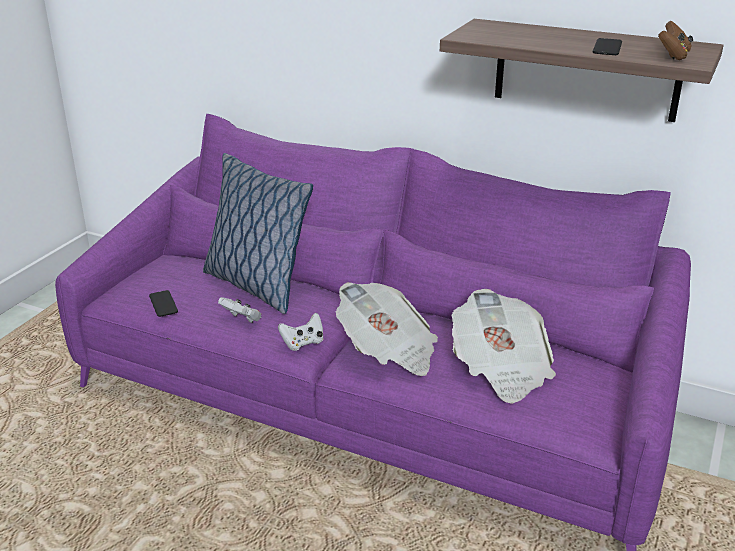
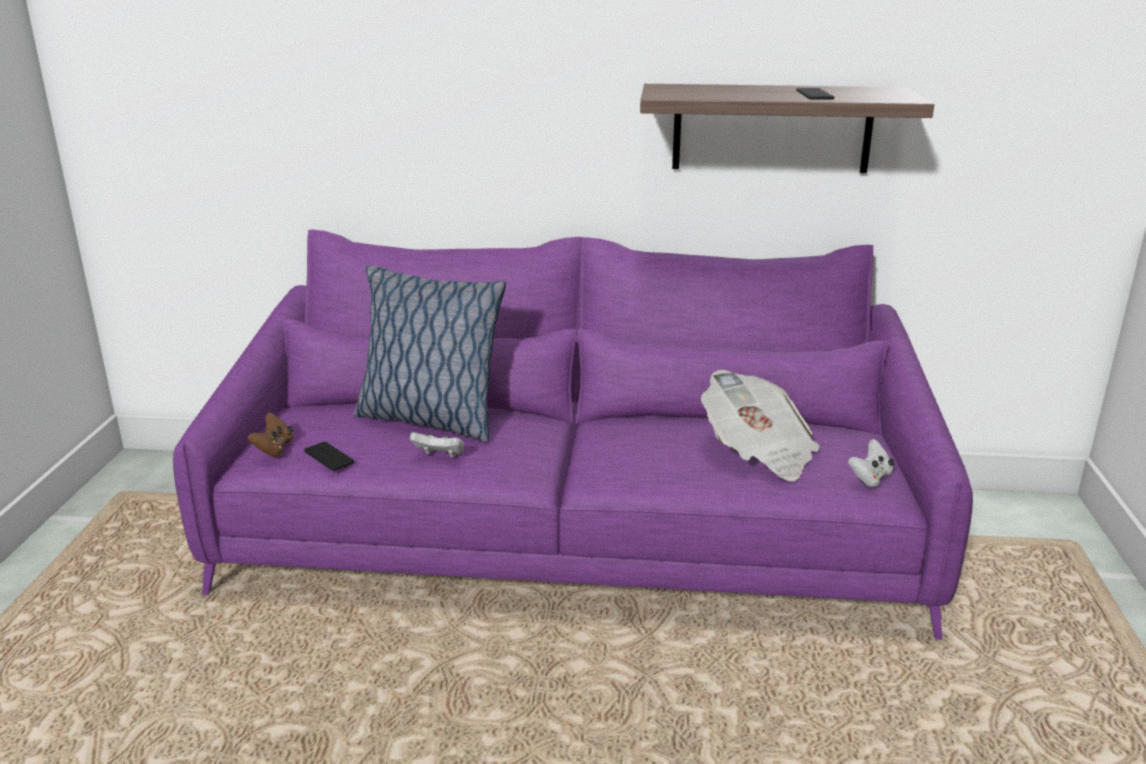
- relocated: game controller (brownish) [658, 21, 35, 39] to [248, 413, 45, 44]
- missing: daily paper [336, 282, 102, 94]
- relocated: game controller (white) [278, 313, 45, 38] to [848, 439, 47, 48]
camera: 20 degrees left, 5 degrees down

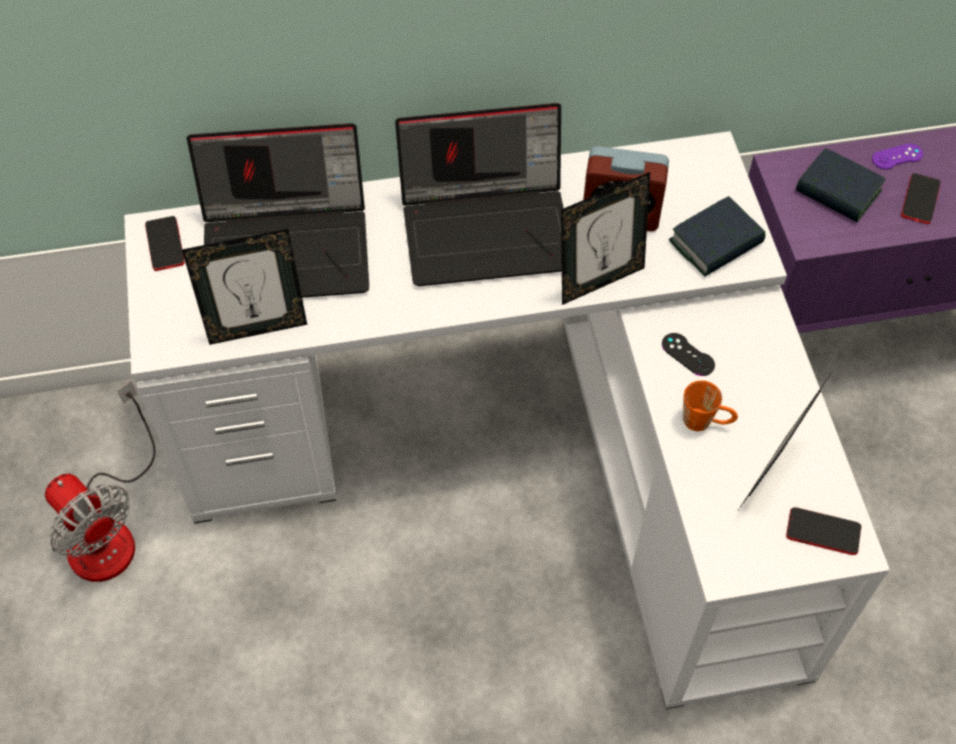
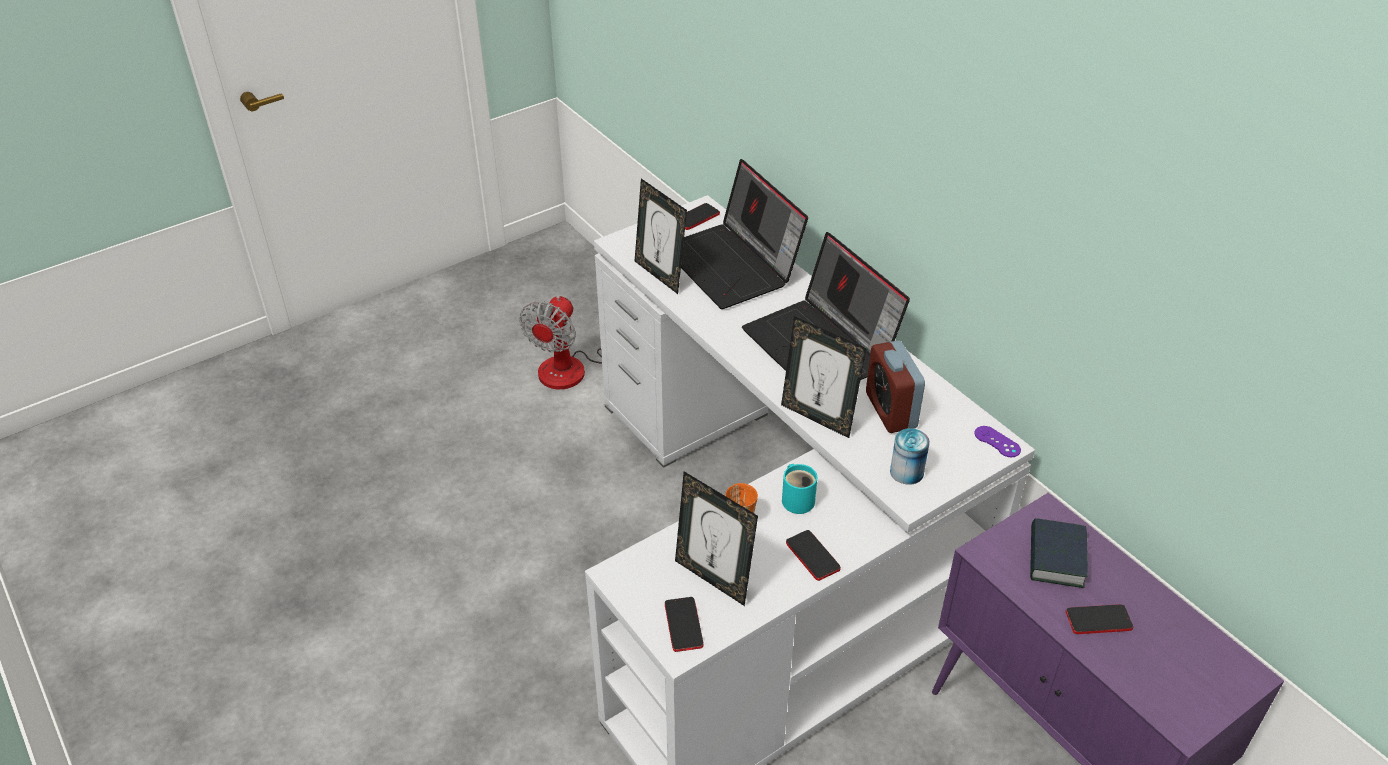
- relocated: game controller (purple) [872, 144, 51, 25] to [975, 426, 46, 31]
- exchanged: volume [669, 196, 96, 81] to metal can [890, 428, 40, 57]
- exchanged: game controller (black) [662, 333, 53, 43] to mug (turquoise-coloured) [782, 464, 35, 50]
- spun: picture frame [737, 374, 94, 138] = [675, 471, 83, 135] 150 degrees counterclockwise
- appeared: phone [786, 530, 55, 51]
camera: 65 degrees right, 15 degrees down

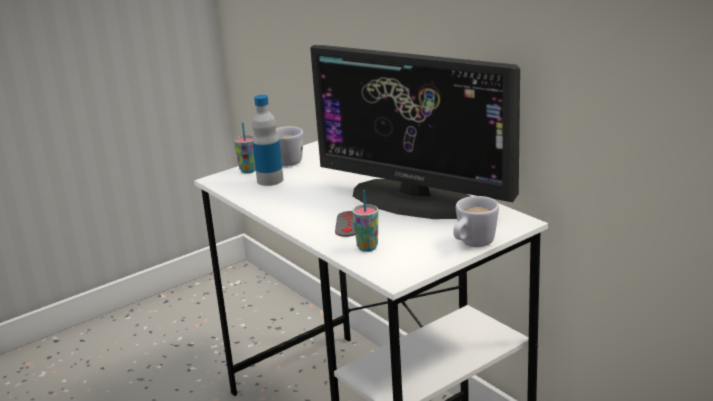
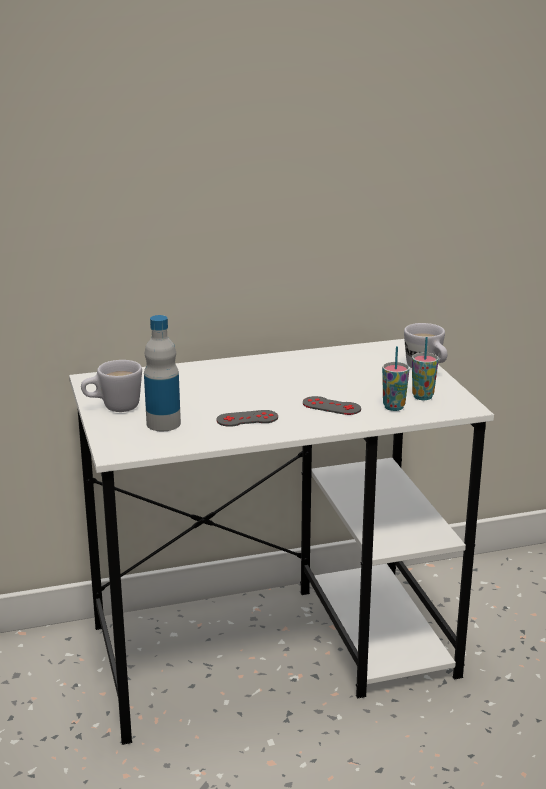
- missing: computer screen [310, 45, 210, 174]
- relocated: drinking cup [234, 123, 22, 51] to [412, 337, 27, 63]
- appeared: game controller (grey) [216, 410, 62, 17]
camera: 70 degrees left, 0 degrees up

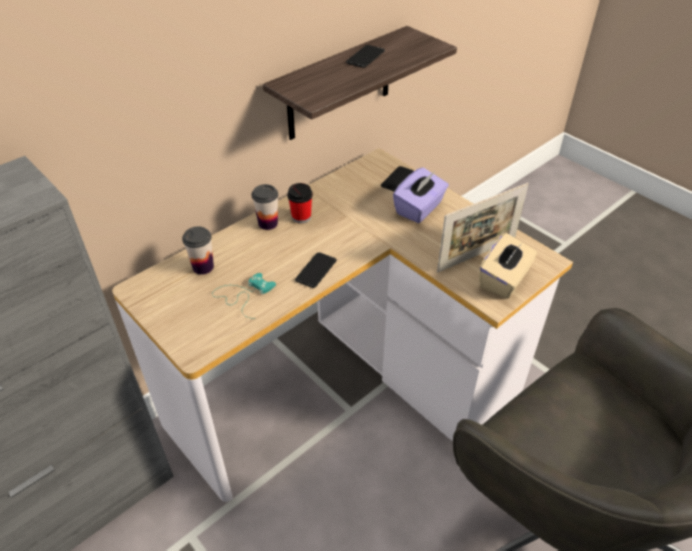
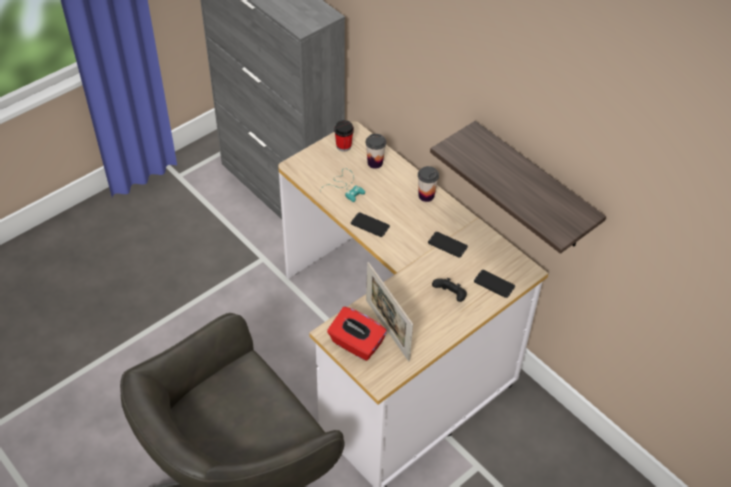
- relocated: phone [346, 45, 39, 23] to [428, 232, 40, 26]
- exchanged: tissue box (purple) [393, 167, 56, 56] to game controller (black) [432, 278, 35, 24]
- relocated: drinking cup [287, 183, 26, 41] to [334, 120, 20, 32]
- colour: tissue box (sand-coloured) [479, 233, 58, 65] to tissue box (red) [327, 307, 60, 54]
camera: 90 degrees right, 5 degrees up

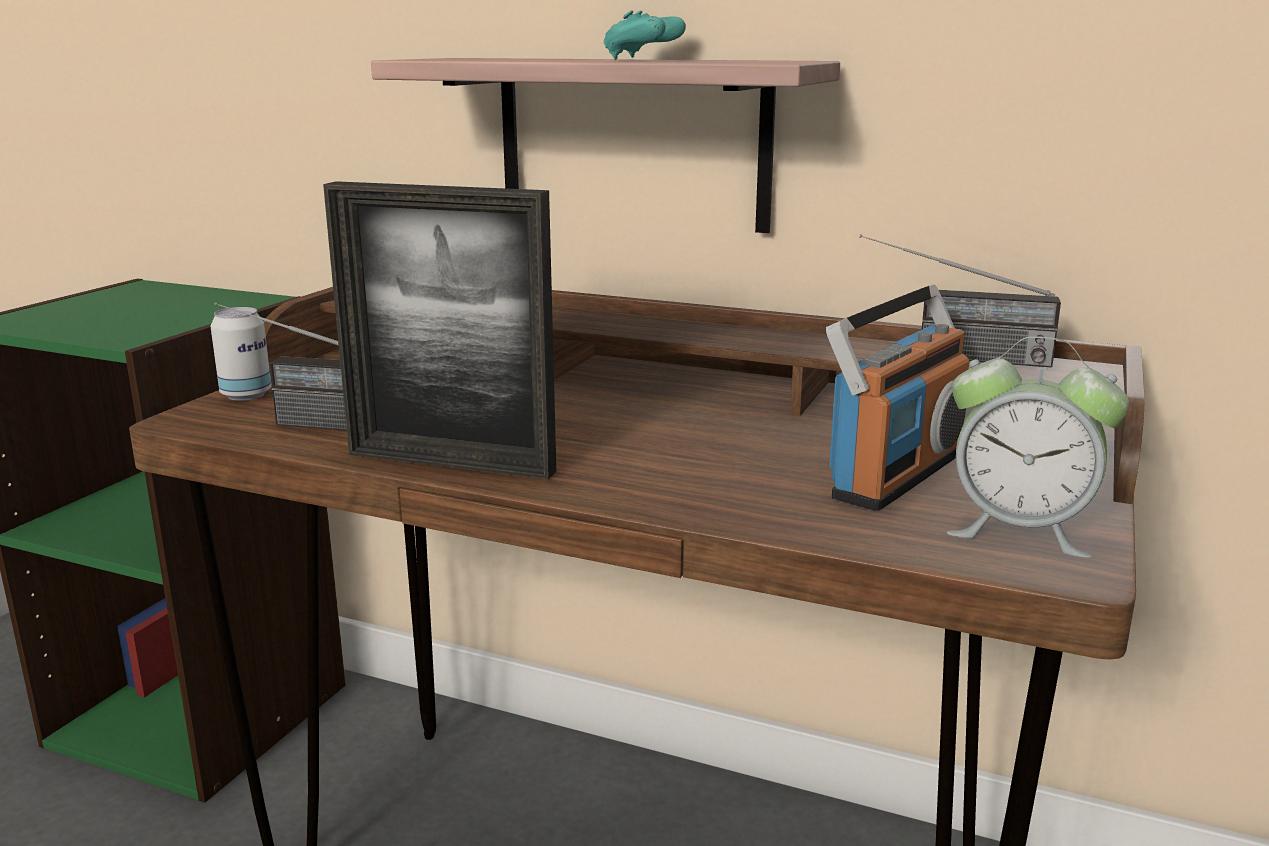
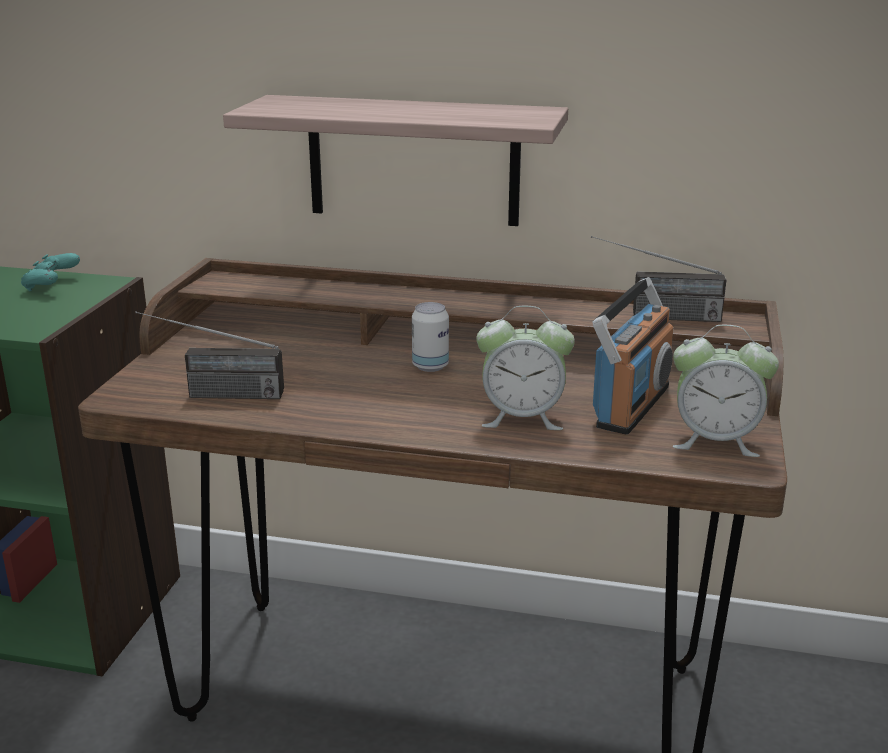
- relocated: game controller (turquoise-coloured) [603, 10, 83, 50] to [21, 253, 59, 38]
- missing: picture frame [323, 181, 233, 298]
- relocated: metal can [211, 307, 60, 94] to [412, 302, 37, 70]
- appeared: bedside clock [476, 306, 99, 124]
camera: 10 degrees left, 5 degrees up

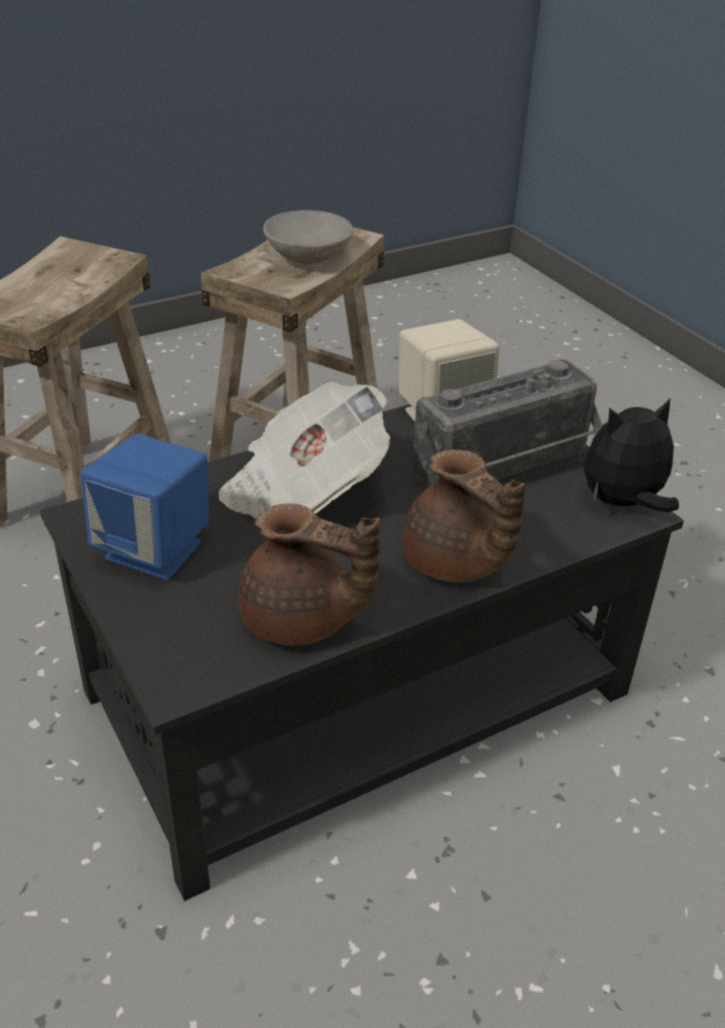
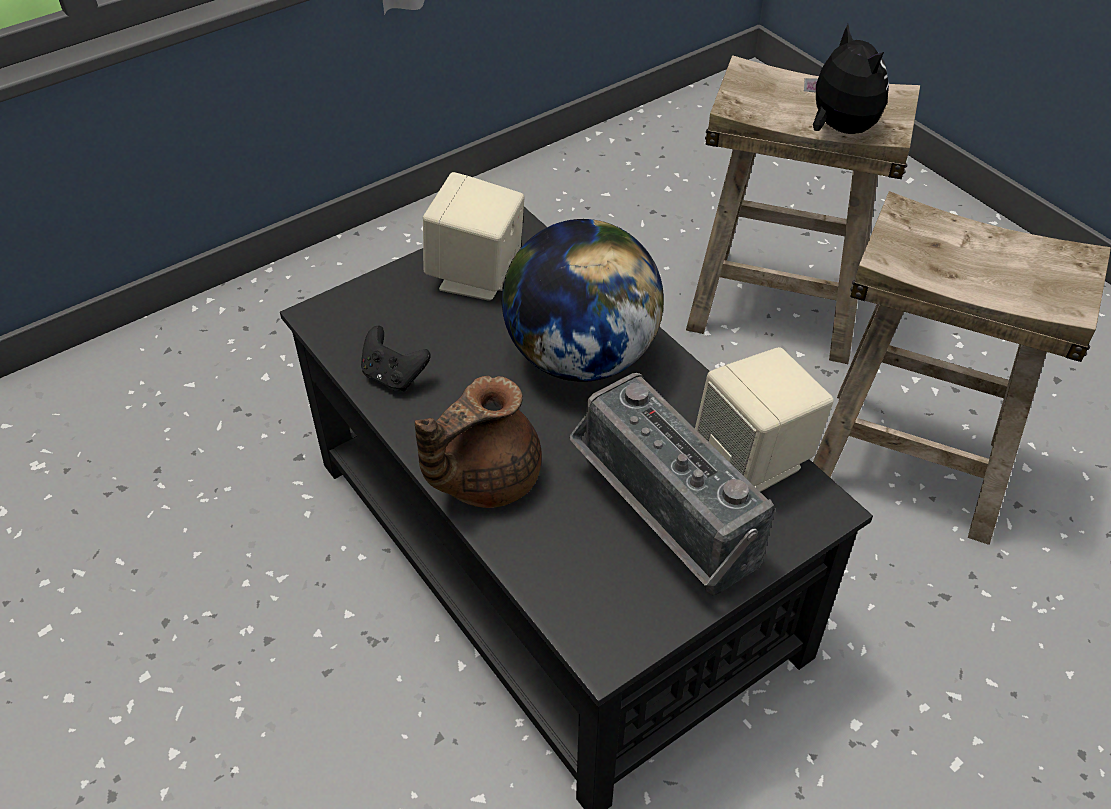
- missing: serving bowl (grey) [263, 210, 90, 54]
- exchanged: daily paper [219, 382, 171, 137] to world globe [502, 219, 162, 163]
- relocated: soft toy [584, 397, 95, 115] to [804, 24, 85, 110]
- colour: loudspeaker (blue-coloured) [81, 434, 128, 146] to loudspeaker (sand-coloured) [423, 172, 102, 129]
- exchanged: pot for tea (brownish) [238, 503, 142, 143] to game controller (black) [361, 326, 69, 65]
camera: 85 degrees right, 10 degrees up

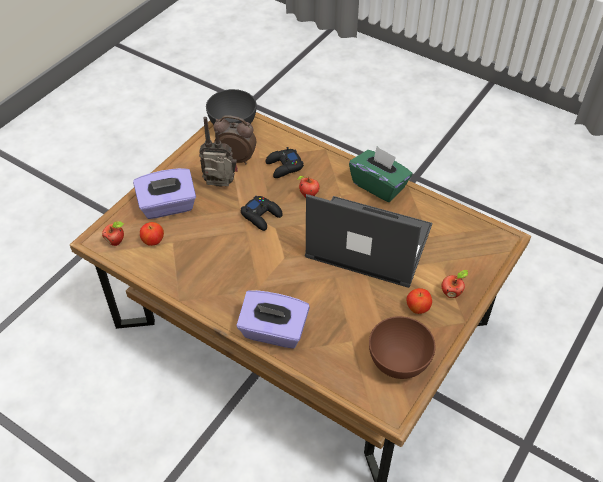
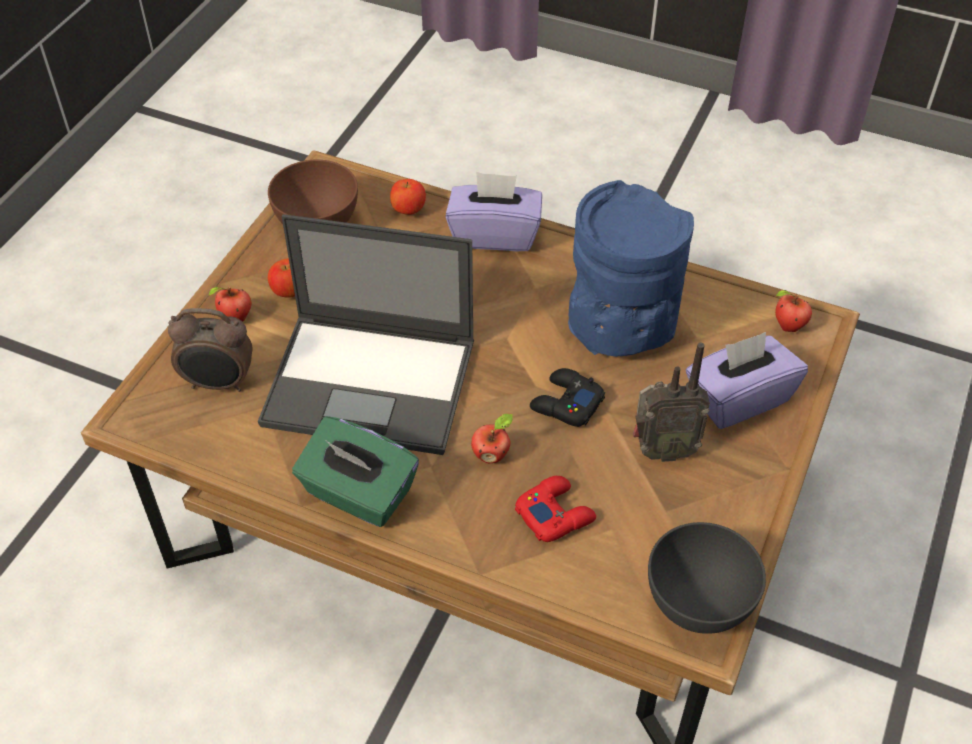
- relocated: bedside clock [213, 115, 43, 50] to [168, 308, 85, 84]
- colour: game controller (black) [265, 147, 39, 31] to game controller (red) [515, 476, 81, 66]
- relocated: apple [140, 222, 24, 24] to [390, 179, 36, 36]
- appeared: flower vase (blue-coloured) [568, 180, 126, 177]
camera: 170 degrees right, 0 degrees up

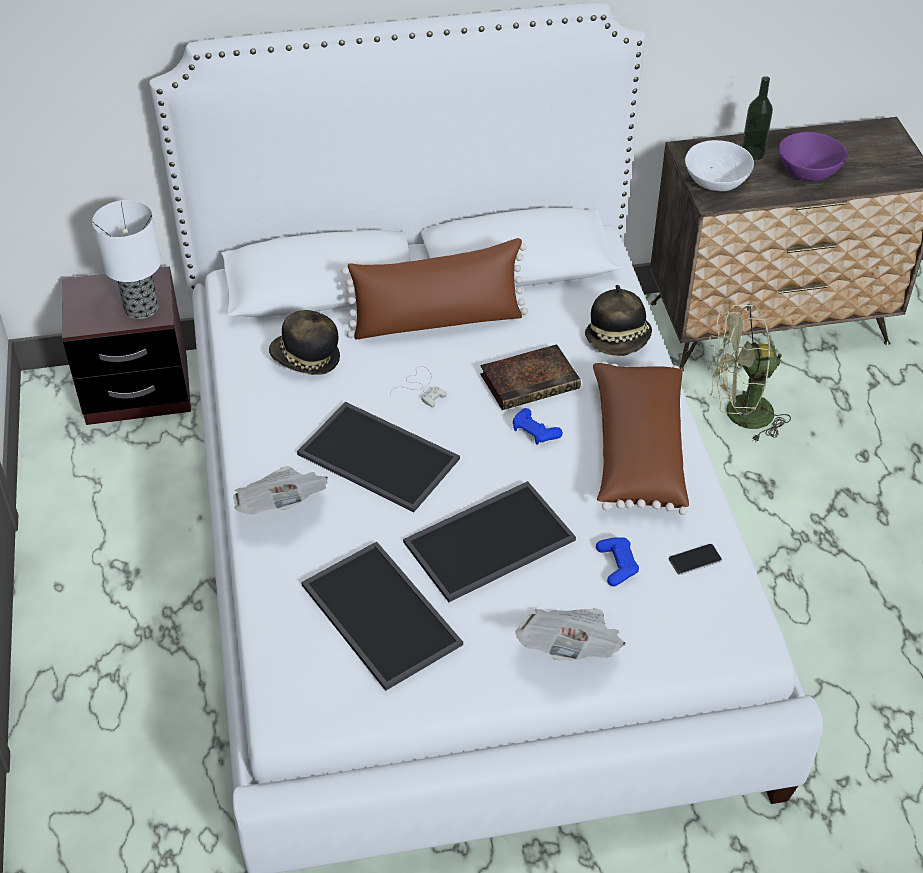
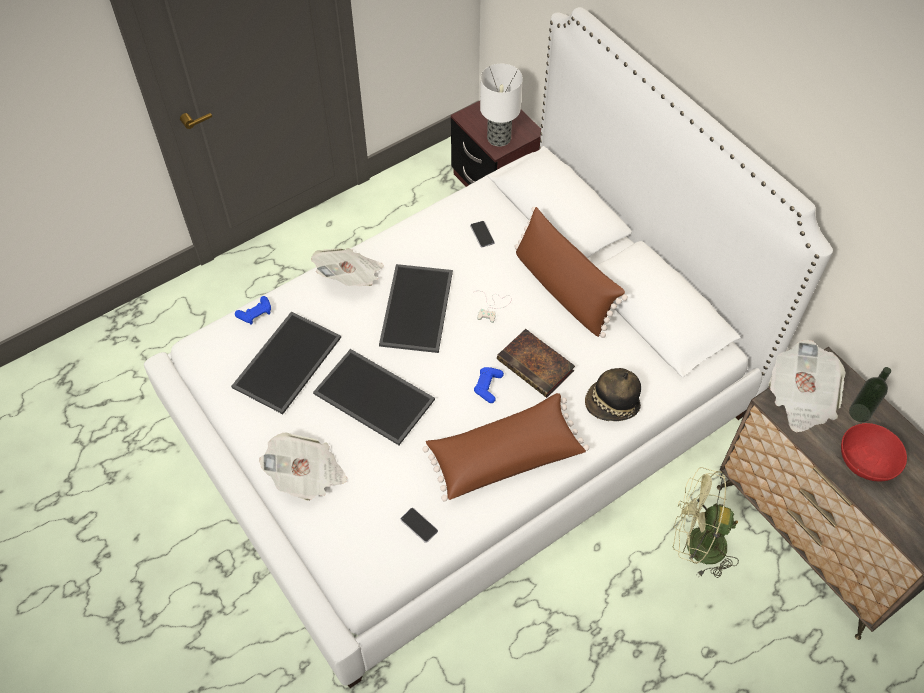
- colour: serving bowl (purple) [779, 132, 68, 49] to serving bowl (red) [841, 423, 66, 59]
- exchanged: serving bowl (white) [685, 140, 69, 51] to daily paper [769, 340, 77, 93]
- spun: electric fan (green-coloured) [706, 304, 85, 139] = [673, 467, 66, 111] 45 degrees counterclockwise
- exchanged: clothing hat [269, 310, 71, 65] to phone [470, 221, 25, 27]
- relocated: game controller (blue-coloured) [596, 537, 43, 49] to [235, 296, 36, 29]
camera: 65 degrees right, 10 degrees up

